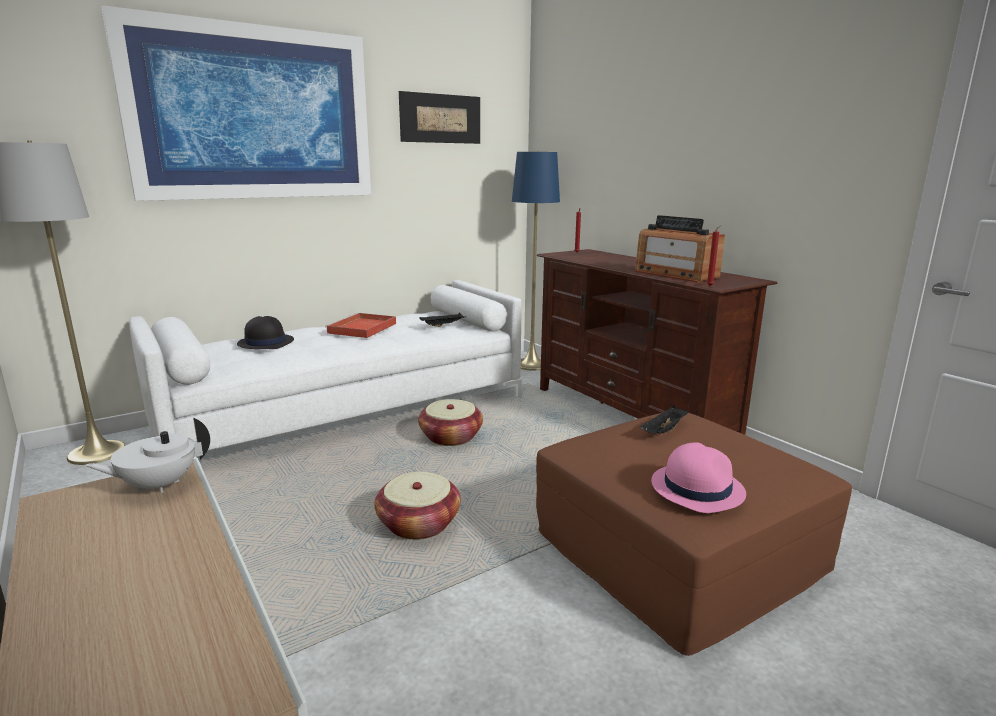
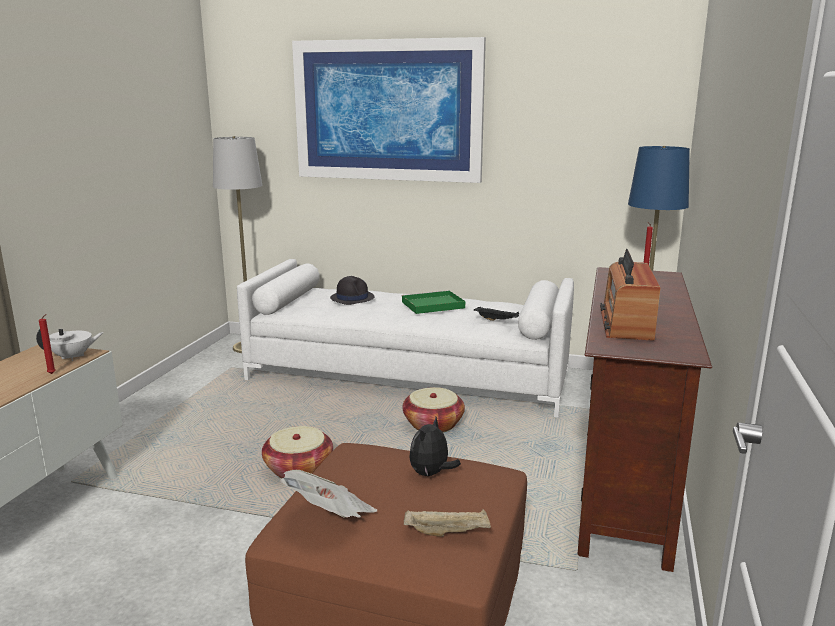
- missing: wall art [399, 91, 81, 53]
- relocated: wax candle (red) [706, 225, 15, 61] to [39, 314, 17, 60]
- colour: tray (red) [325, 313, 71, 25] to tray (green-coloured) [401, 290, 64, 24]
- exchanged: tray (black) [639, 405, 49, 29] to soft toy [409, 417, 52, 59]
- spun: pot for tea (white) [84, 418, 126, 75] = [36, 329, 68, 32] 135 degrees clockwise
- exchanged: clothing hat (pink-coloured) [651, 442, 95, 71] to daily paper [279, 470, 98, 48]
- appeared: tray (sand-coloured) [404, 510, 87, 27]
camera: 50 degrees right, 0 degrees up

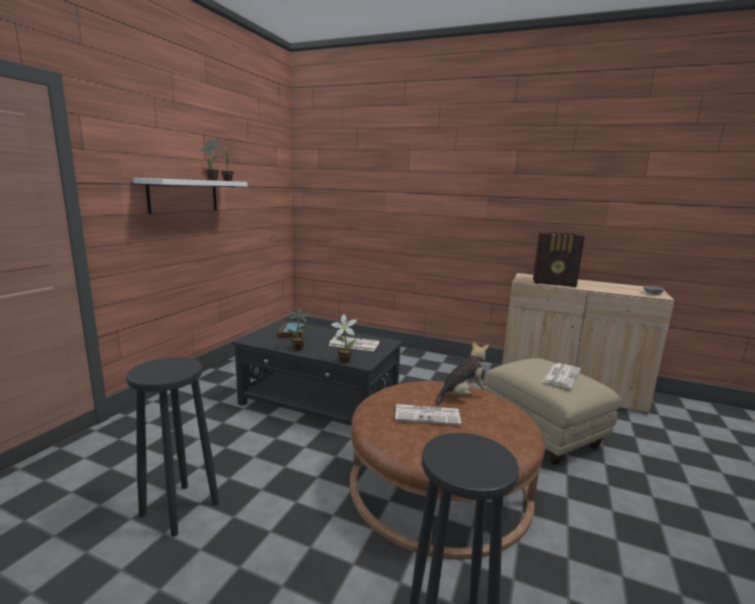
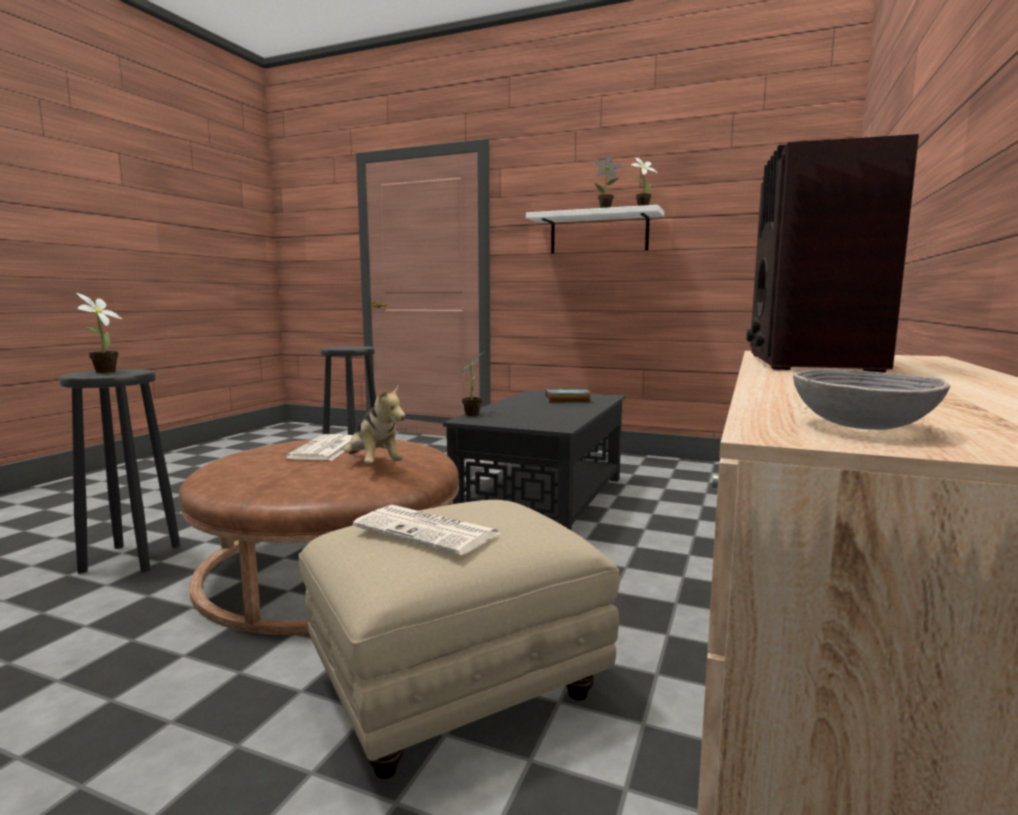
- relocated: houseplant [287, 310, 25, 41] to [76, 293, 46, 80]
- missing: daily paper [328, 336, 52, 15]
camera: 90 degrees right, 5 degrees down

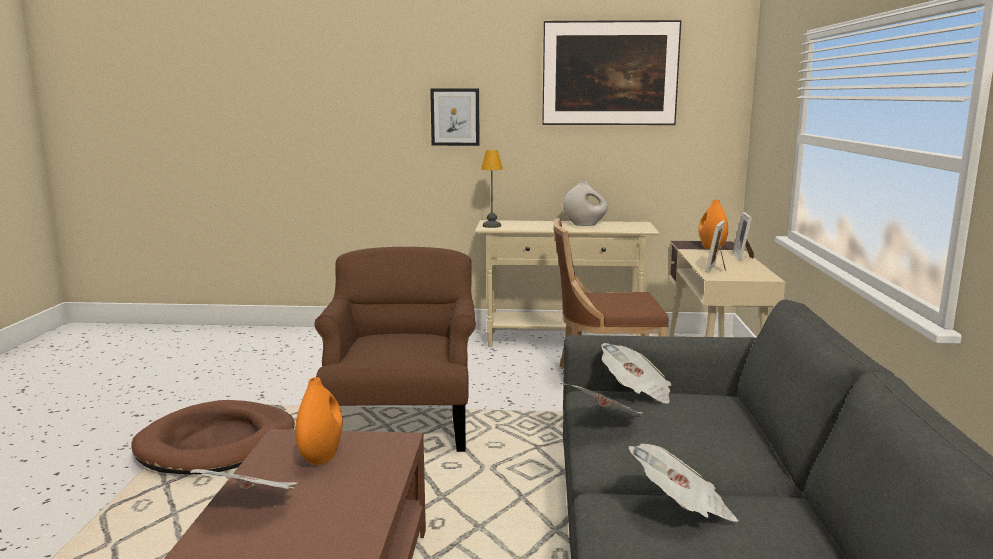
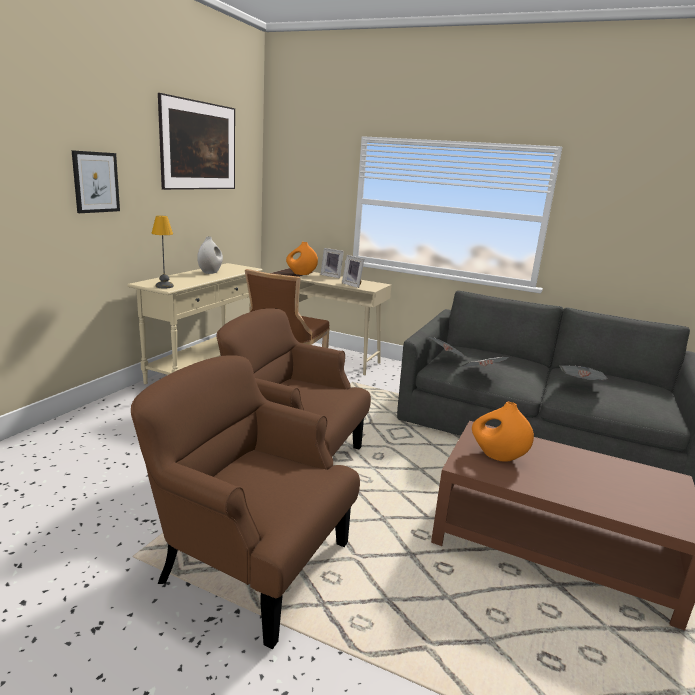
- exchanged: dog cushion (brownish) [131, 400, 164, 74] to lounge chair (brownish) [131, 355, 229, 294]
- missing: daily paper [190, 469, 107, 20]
camera: 70 degrees left, 5 degrees up

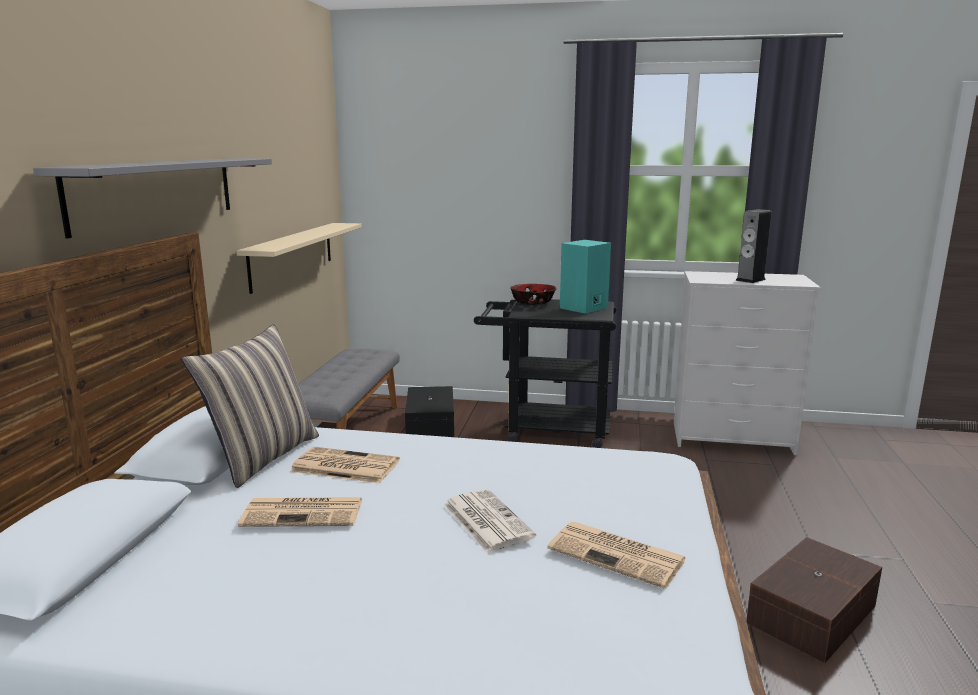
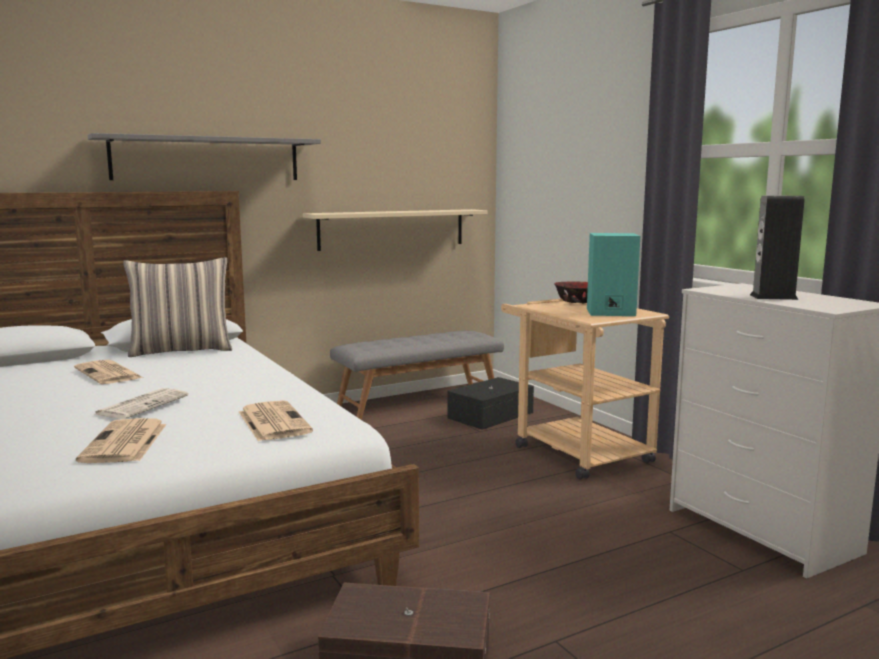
- colour: cart (black) [474, 299, 142, 149] to cart (sand-coloured) [501, 298, 168, 182]
- relocated: daily paper [290, 447, 110, 36] to [239, 400, 74, 41]
camera: 50 degrees right, 5 degrees down

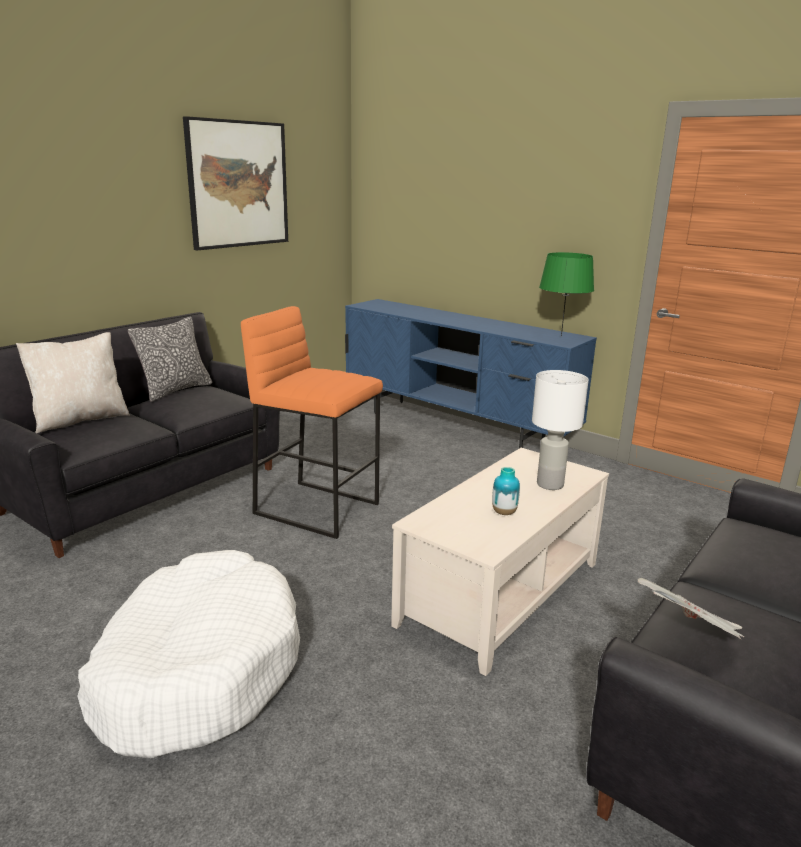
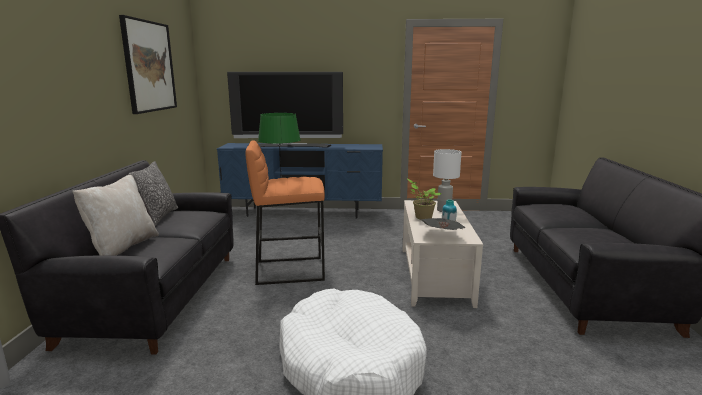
- relocated: lamp for a table (green-coloured) [539, 252, 55, 85] to [258, 113, 43, 57]
- relocated: daily paper [638, 578, 106, 61] to [420, 218, 46, 12]
- appeared: television [227, 72, 116, 76]
- appeared: houseplant [408, 179, 34, 40]
camera: 35 degrees left, 5 degrees down

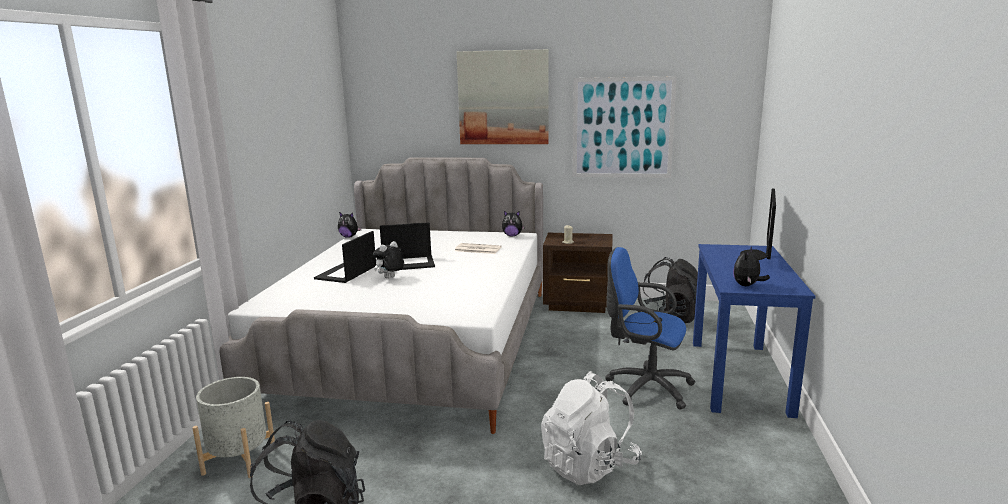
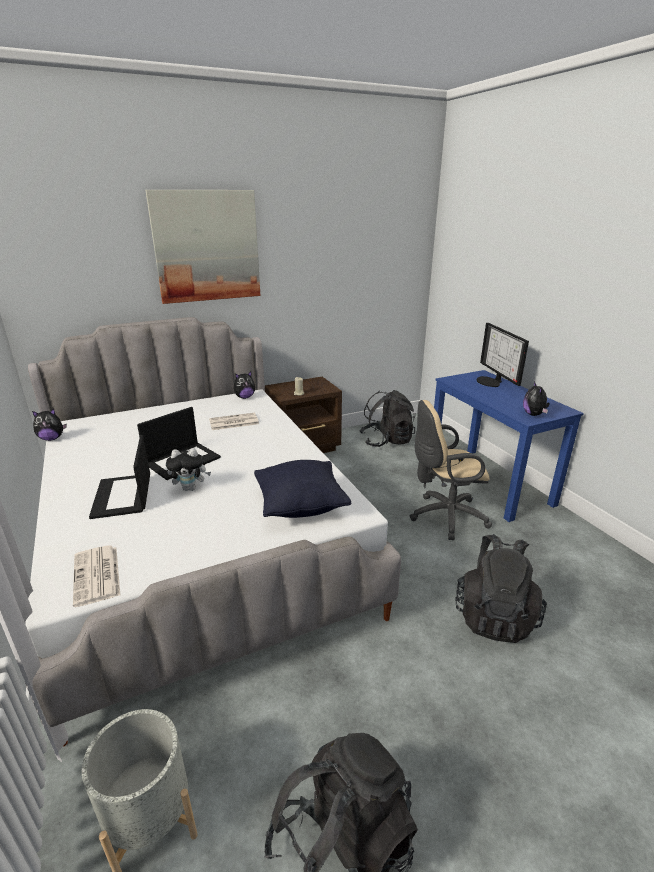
- missing: wall art [573, 76, 104, 102]
- spun: soft toy [373, 241, 31, 38] = [166, 449, 45, 42] 105 degrees counterclockwise
- colour: desk chair (blue-coloured) [605, 247, 90, 163] to desk chair (sand-coloured) [410, 400, 82, 140]
- colour: backpack (white) [541, 371, 101, 114] to backpack (black) [455, 534, 92, 109]
- appeared: cushion (black) [254, 460, 97, 58]
- appeared: daily paper [73, 545, 47, 62]
camera: 35 degrees left, 10 degrees up

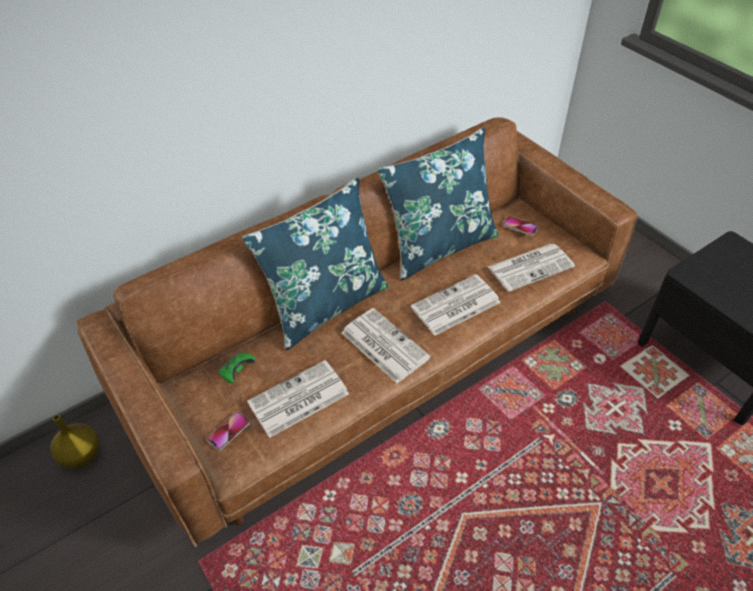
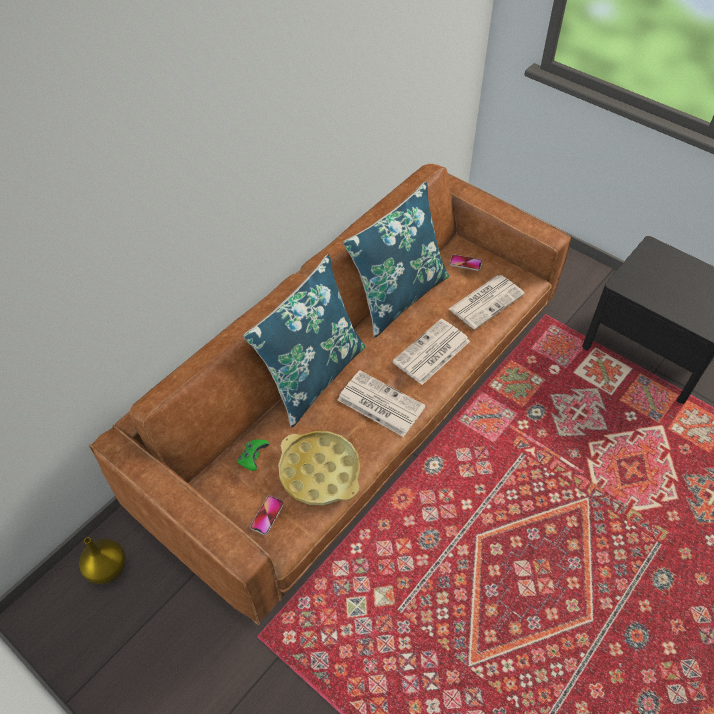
- exchanged: daily paper [247, 360, 102, 78] to tray (yellow) [278, 431, 82, 74]
camera: 15 degrees left, 5 degrees up

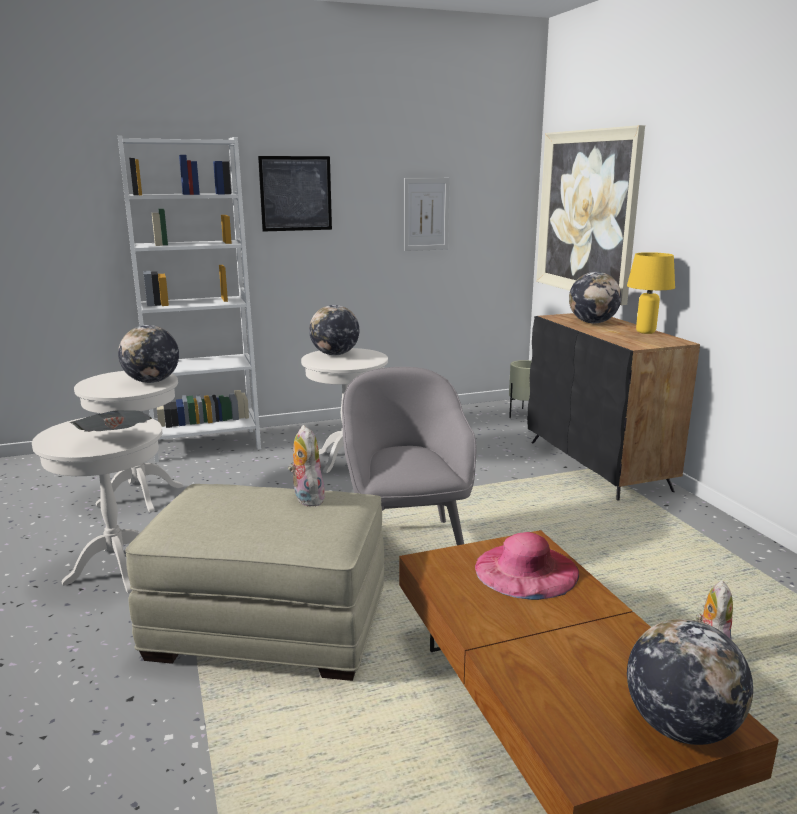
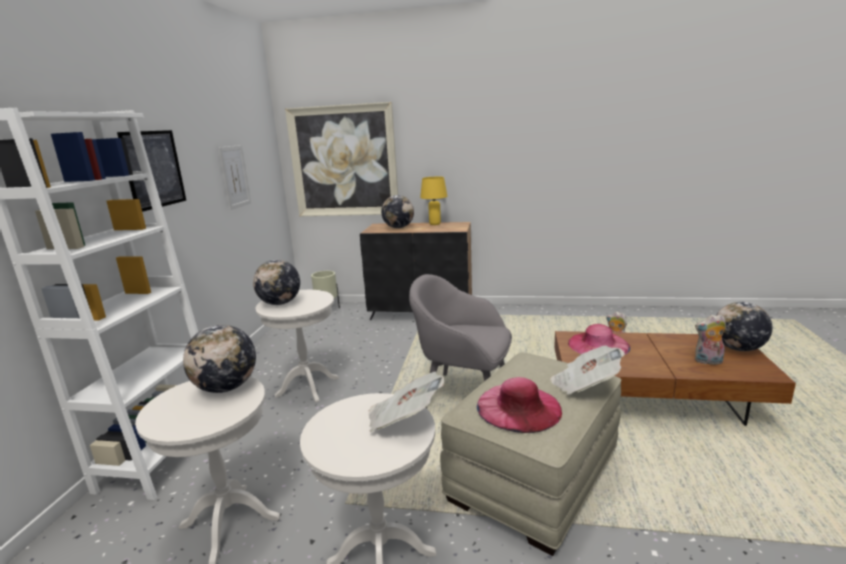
- relocated: soft toy [288, 425, 37, 81] to [695, 314, 31, 51]
- appeared: daily paper [550, 345, 75, 50]
- appeared: clothing hat (pink-coloured) [477, 377, 85, 56]
camera: 60 degrees left, 0 degrees up

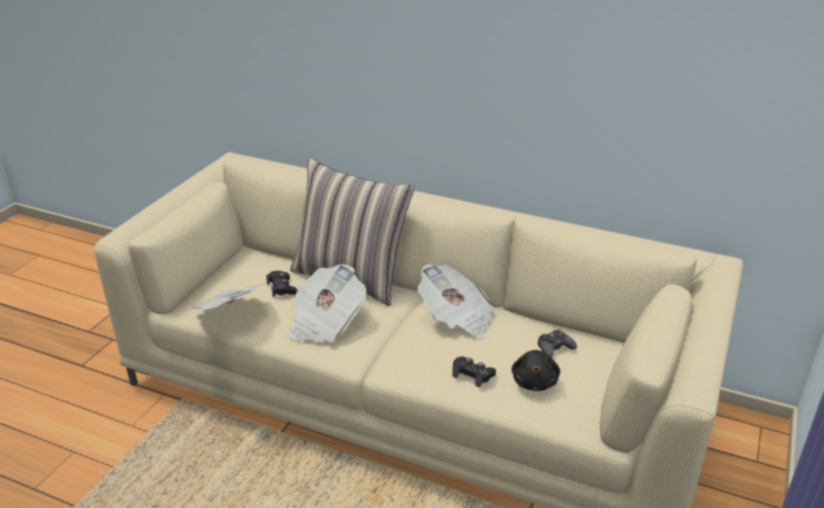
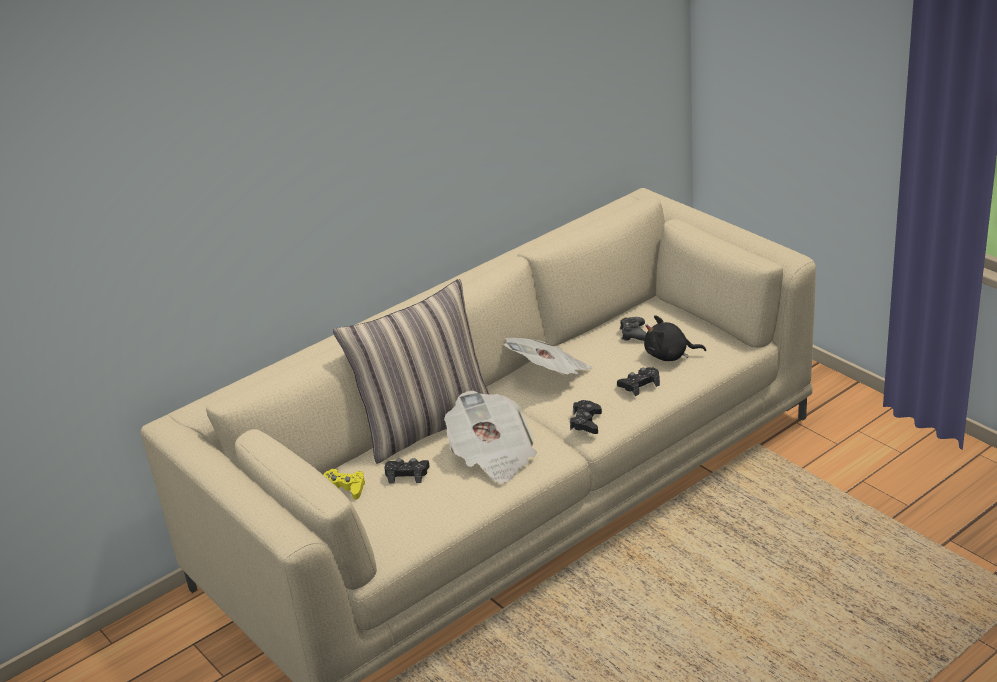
- missing: daily paper [192, 284, 74, 26]
- spun: soft toy (black) [511, 350, 49, 41] = [644, 315, 62, 46] 150 degrees clockwise
- appeared: game controller (black) [570, 400, 32, 34]
- appeared: game controller (yellow) [323, 469, 42, 31]
camera: 60 degrees left, 0 degrees up

